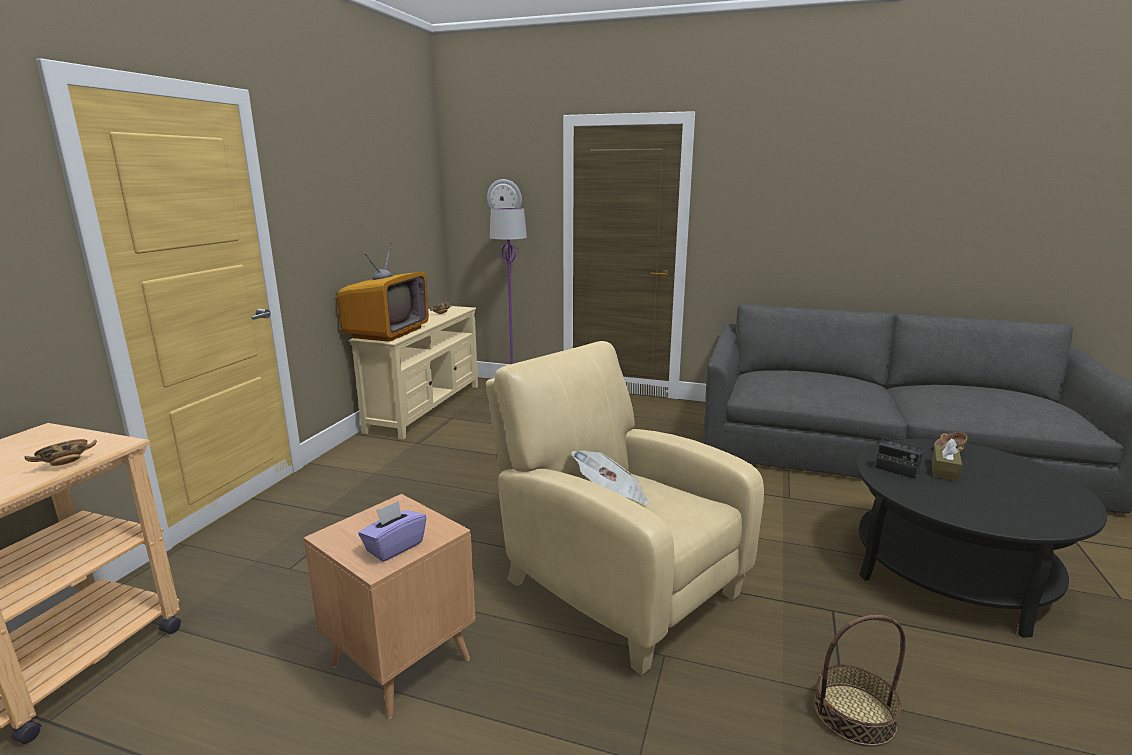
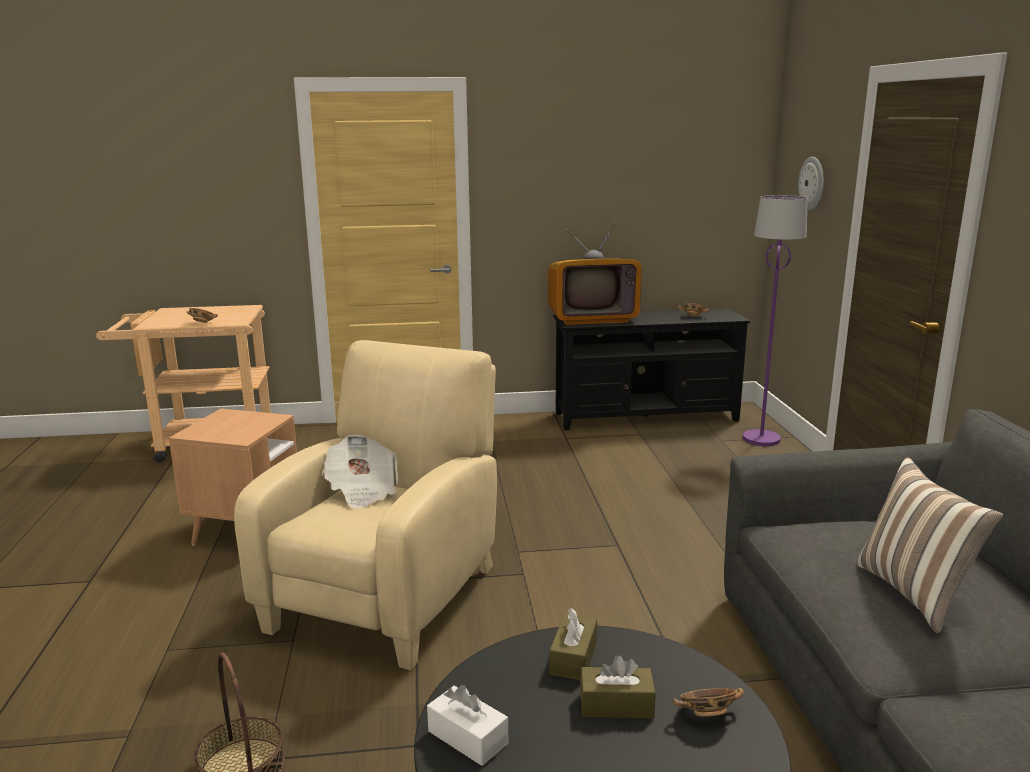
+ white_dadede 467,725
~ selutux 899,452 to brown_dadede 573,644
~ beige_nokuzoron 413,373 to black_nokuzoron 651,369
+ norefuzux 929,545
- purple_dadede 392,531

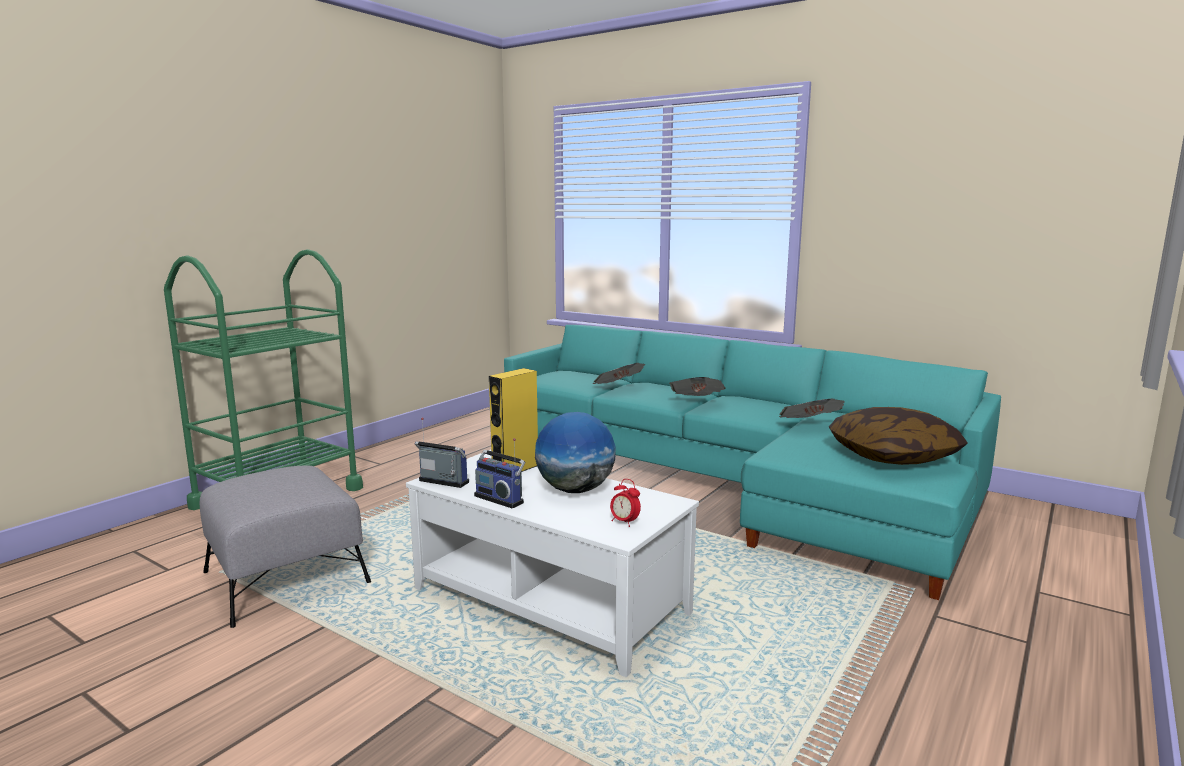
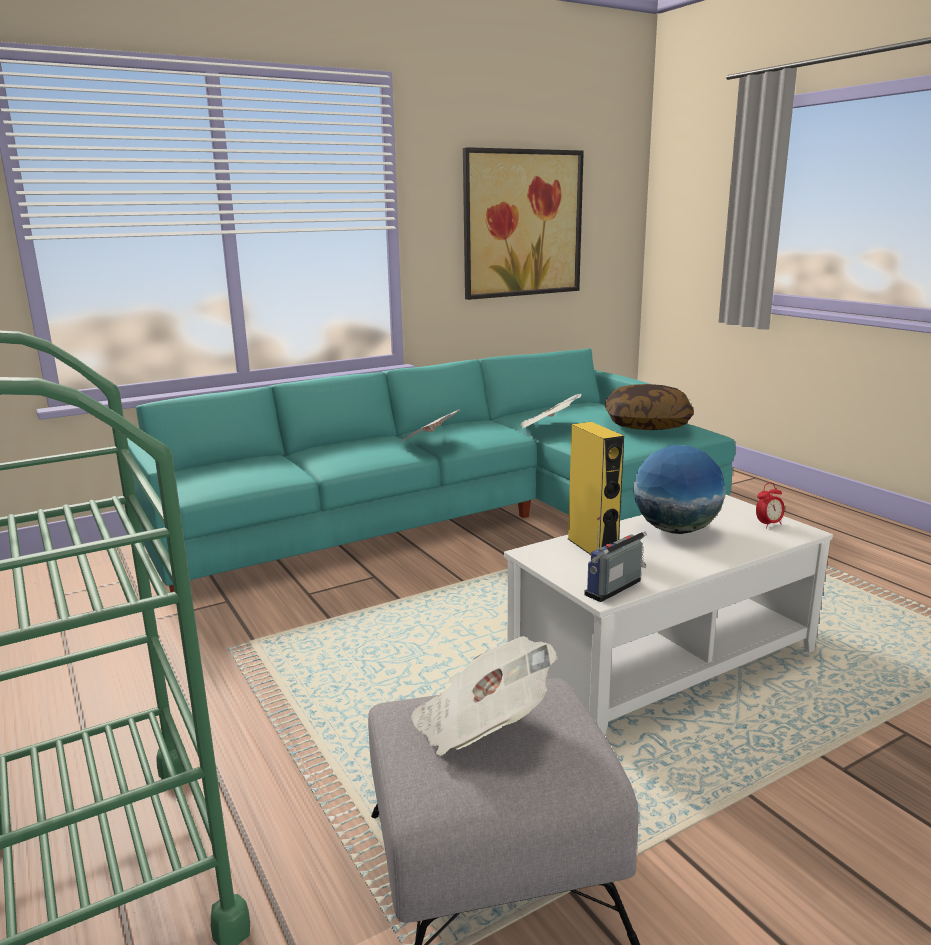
~ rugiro 618,373 to 484,696
+ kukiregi 523,223
- selutux 499,473

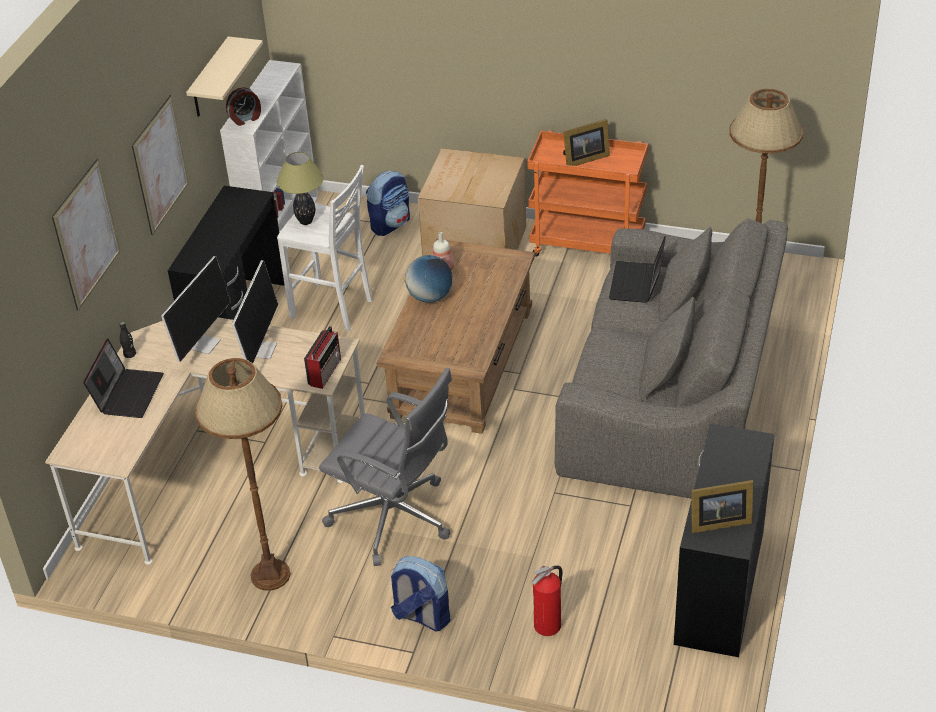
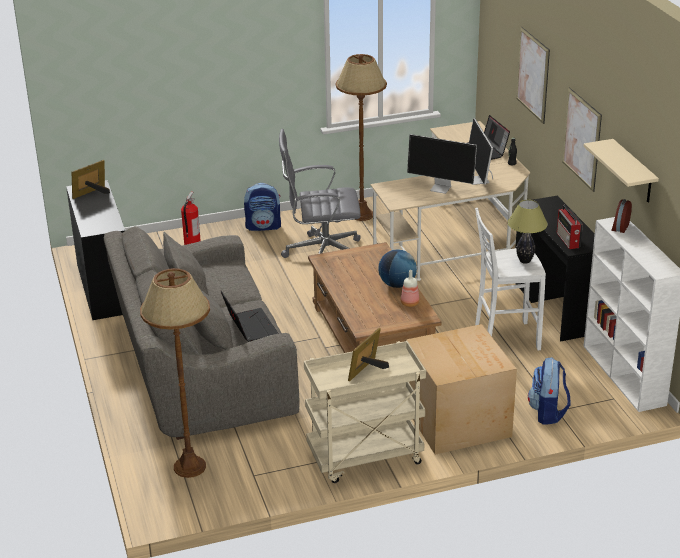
~ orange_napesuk 587,193 to beige_napesuk 365,412
~ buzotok 255,311 = 442,164 45 degrees counterclockwise
~ selutux 322,357 to 570,227

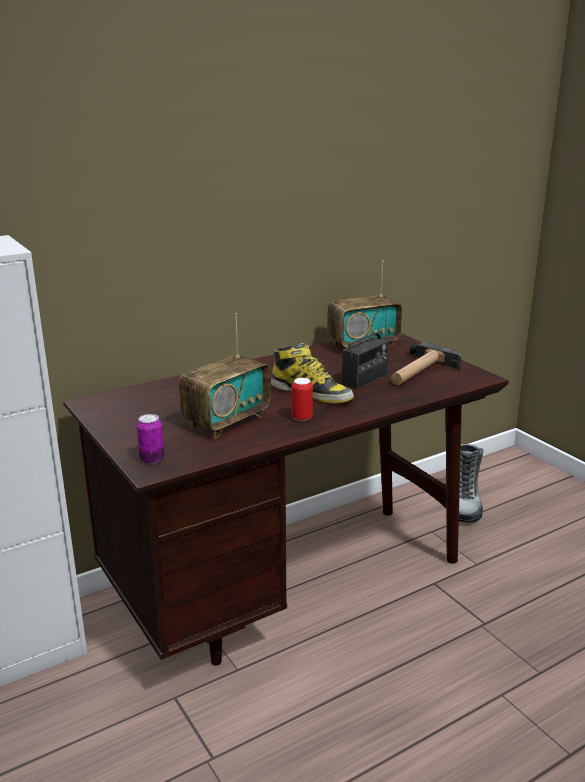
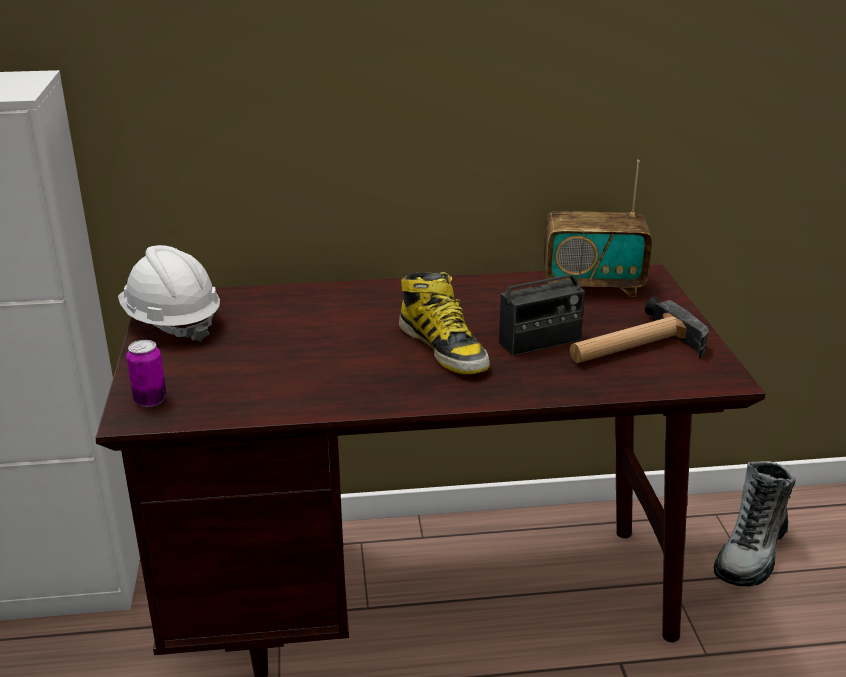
+ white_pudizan 169,293
- selutux 225,376
- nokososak 302,399

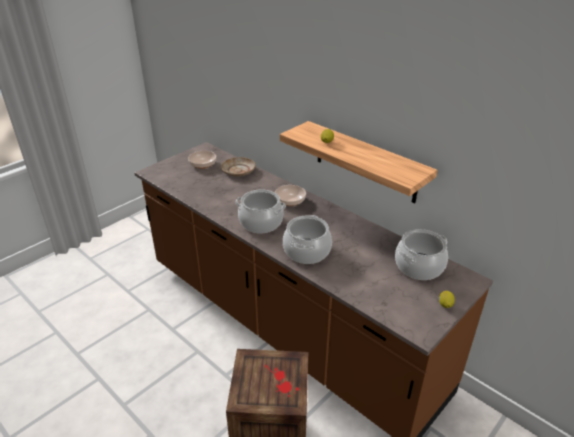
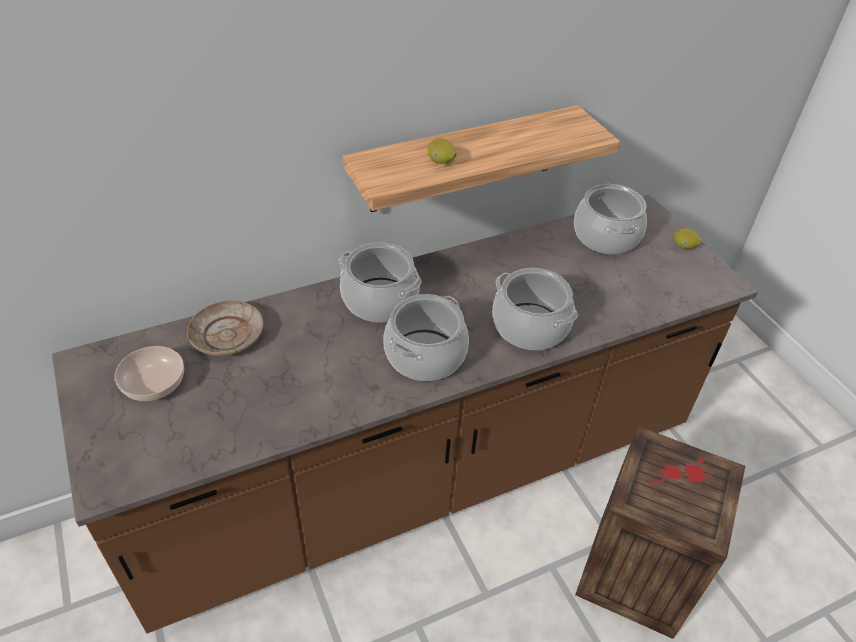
~ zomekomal 290,195 to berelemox 380,282

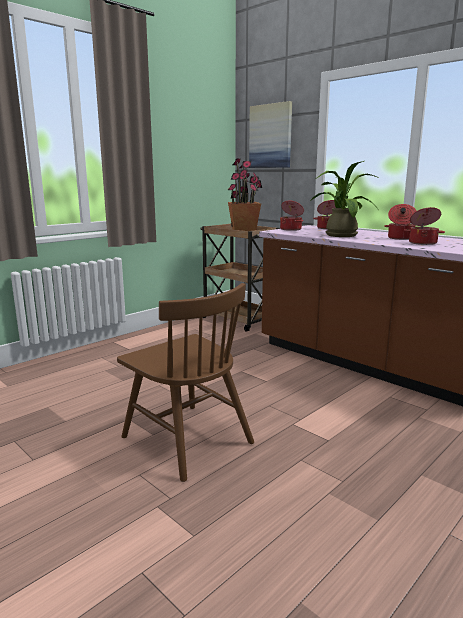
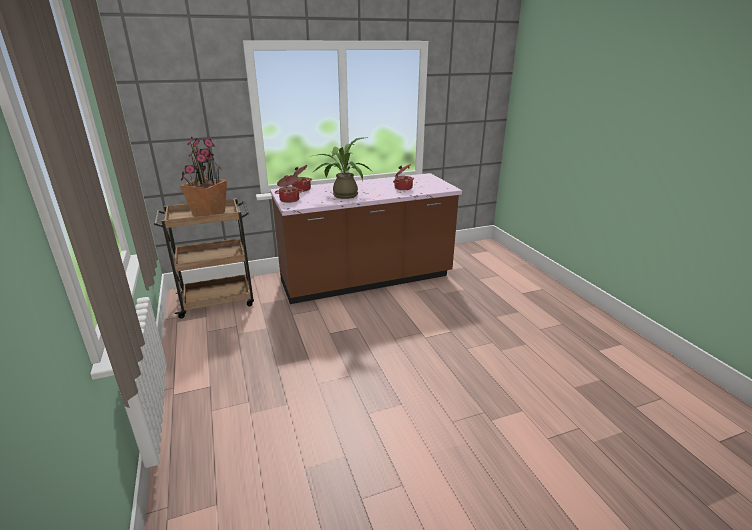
- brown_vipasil 185,382
- kukiregi 270,134
- berelemox 400,222

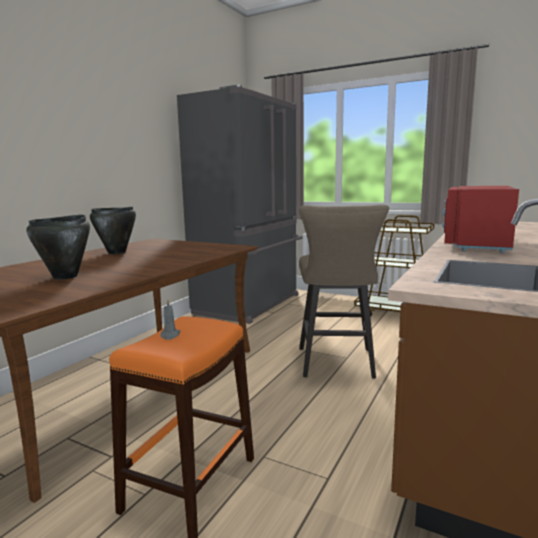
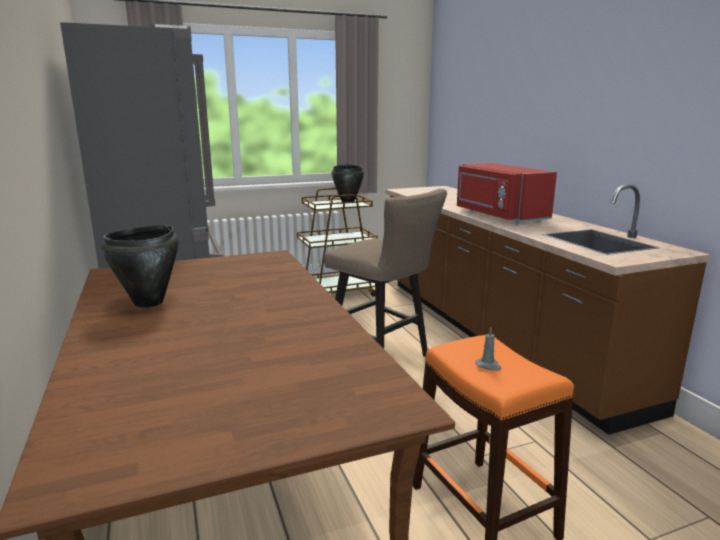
~ black_berelemox 58,247 to 348,183

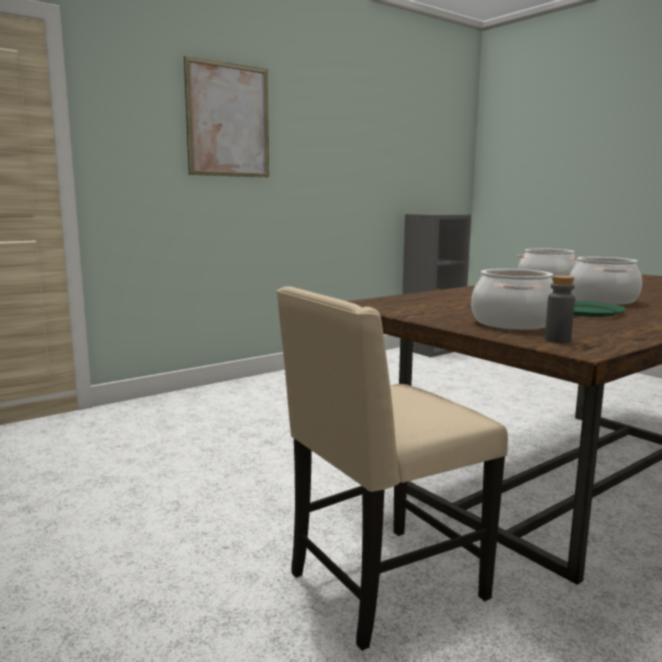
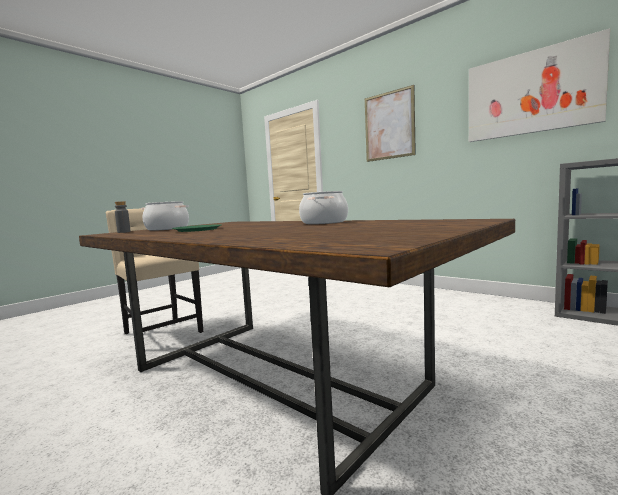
+ kukiregi 539,85
- berelemox 606,281

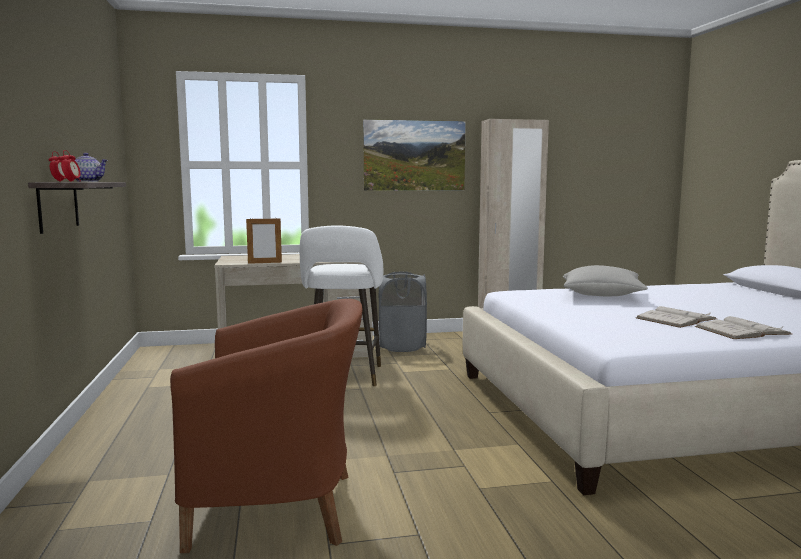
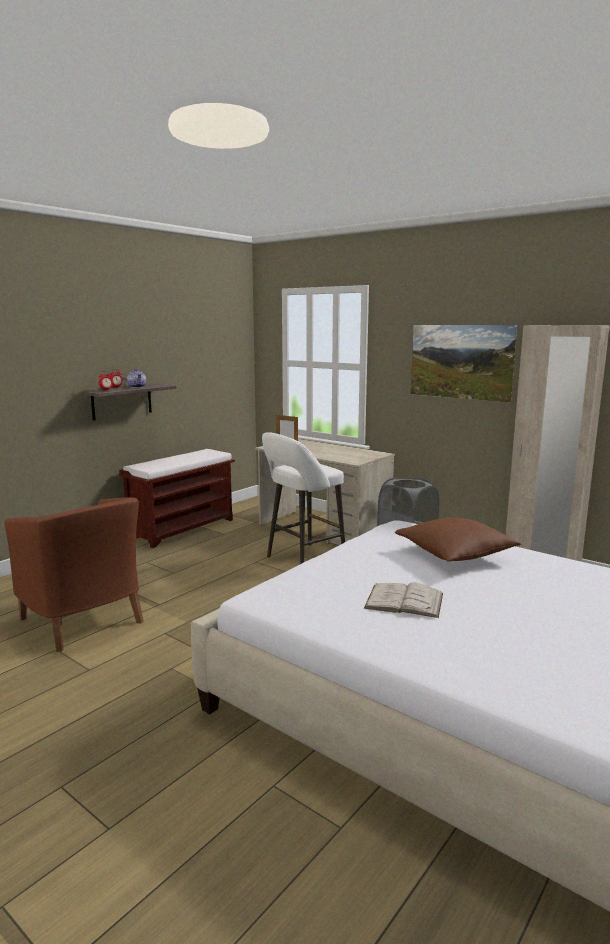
+ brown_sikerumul 177,498
~ grey_norefuzux 605,280 to brown_norefuzux 458,539
- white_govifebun 744,327

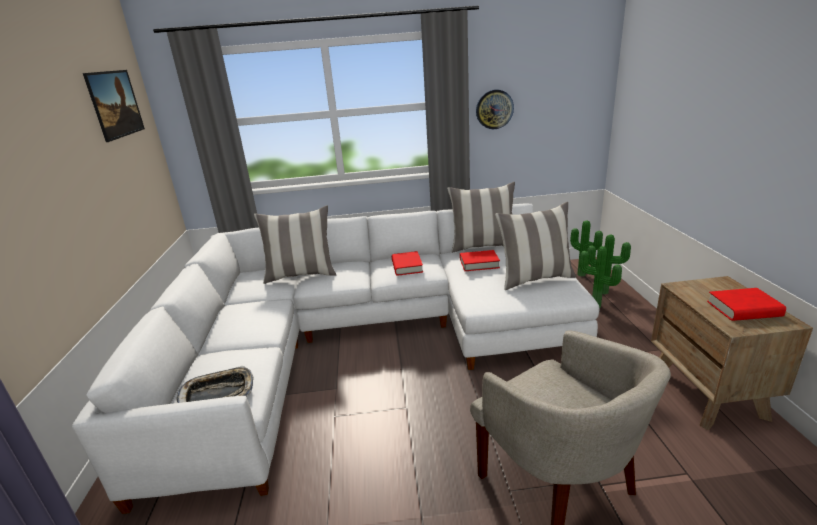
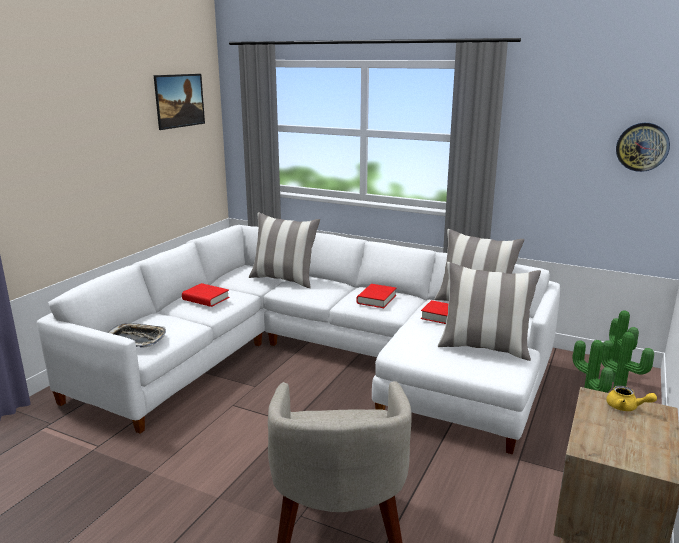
~ red_govifebun 746,304 to 206,295
+ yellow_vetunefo 631,398
~ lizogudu 495,109 to 643,147

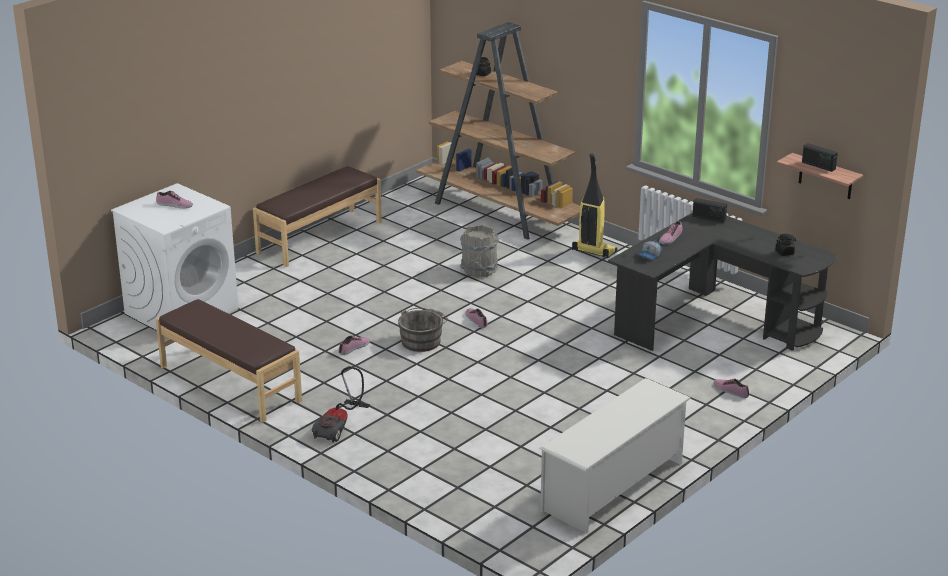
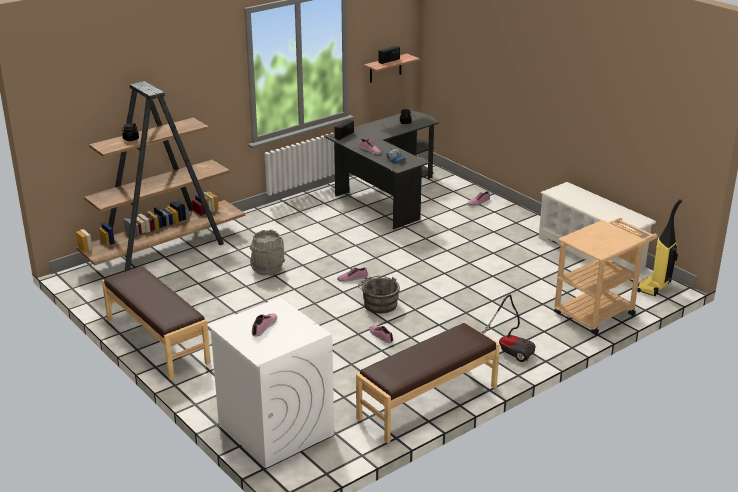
+ beige_napesuk 606,276
~ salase 594,205 to 659,247

